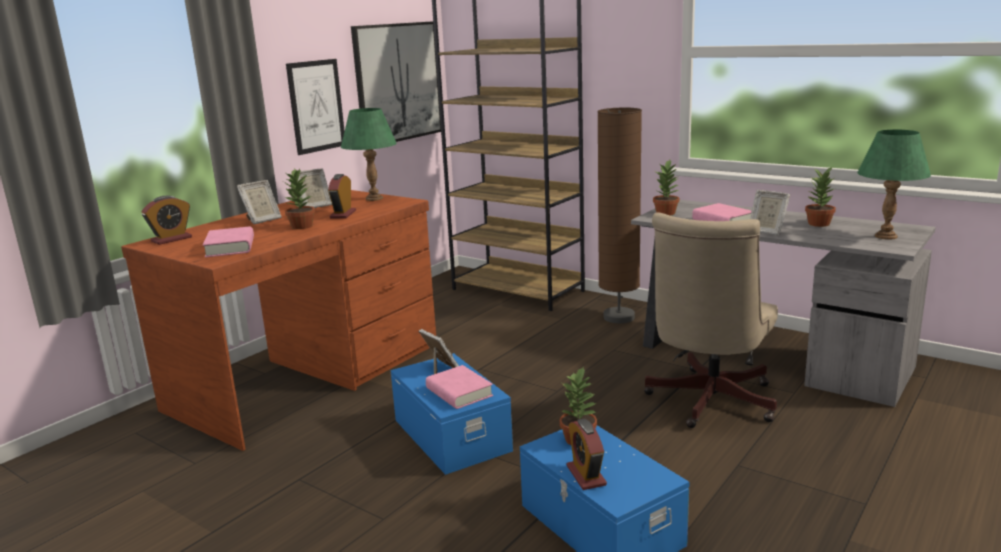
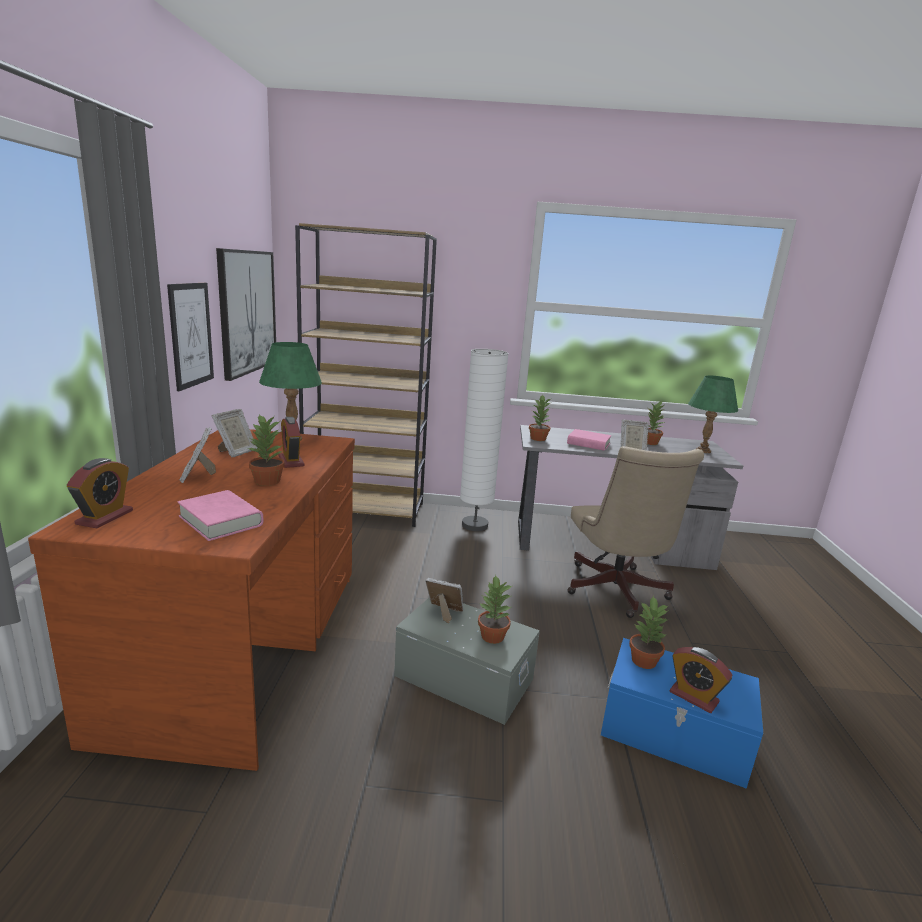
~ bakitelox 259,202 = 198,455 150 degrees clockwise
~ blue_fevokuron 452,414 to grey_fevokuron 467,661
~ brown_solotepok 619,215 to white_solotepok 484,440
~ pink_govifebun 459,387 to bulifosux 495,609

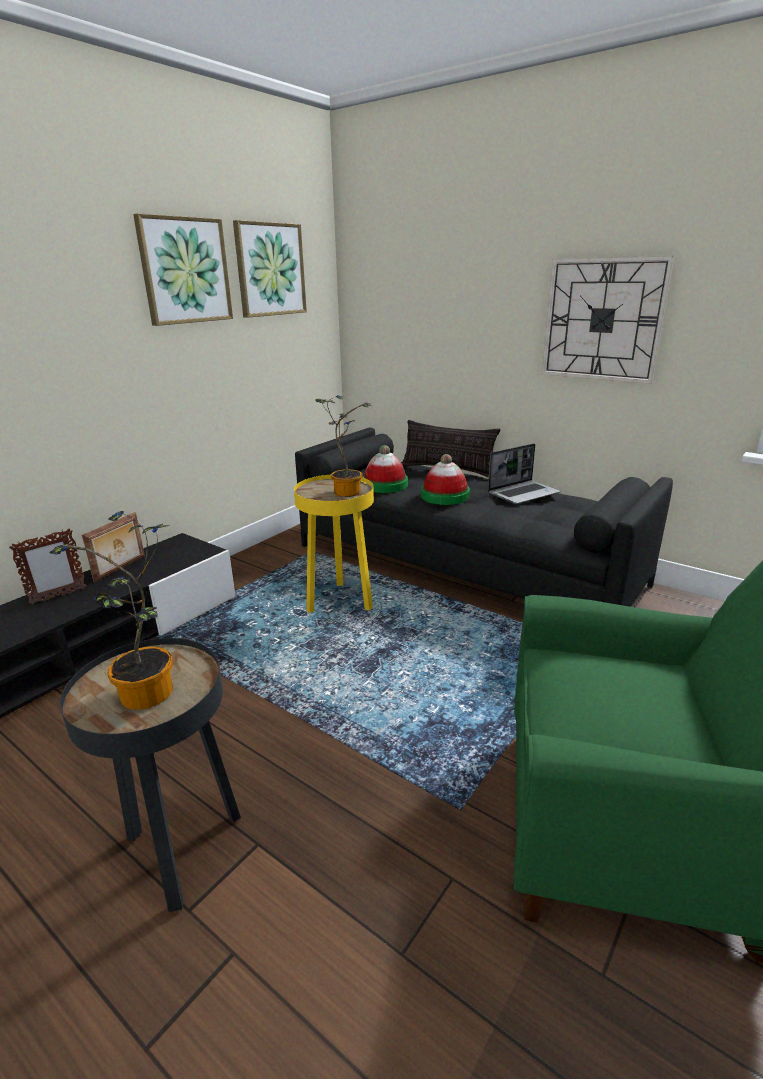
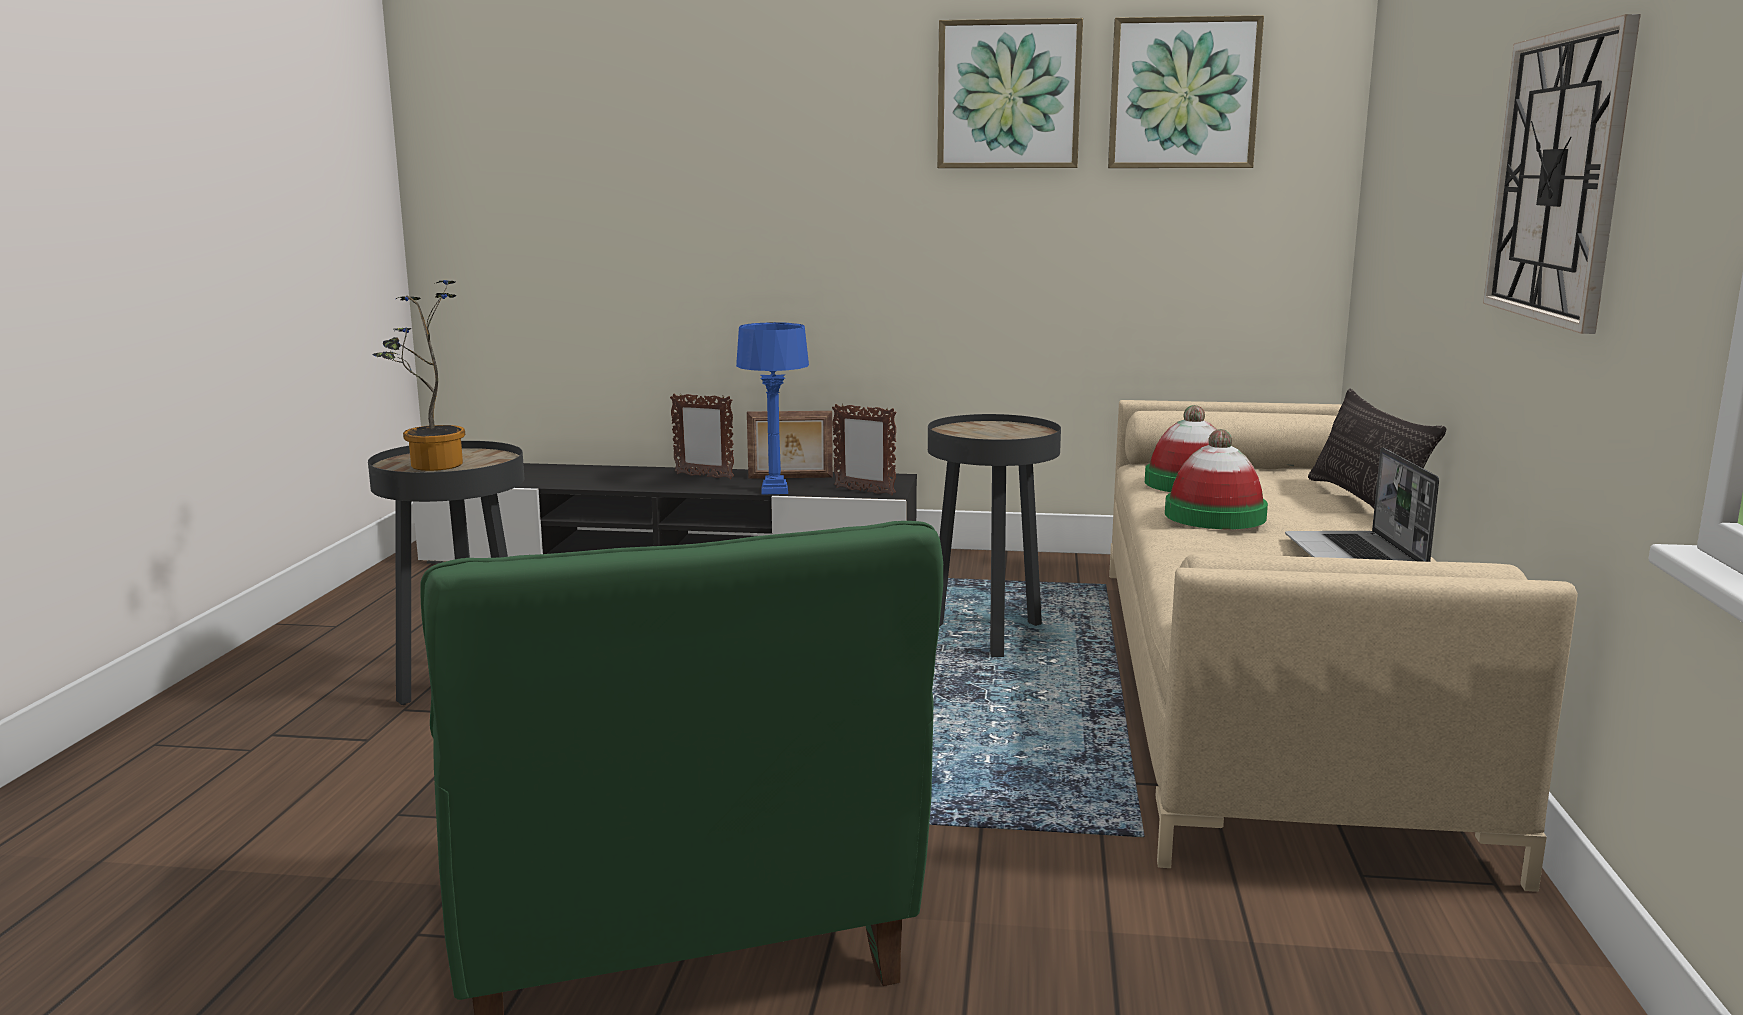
+ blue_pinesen 772,408
+ bakitelox 864,450
~ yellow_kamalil 334,544 to black_kamalil 994,535
~ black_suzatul 484,517 to beige_suzatul 1343,646
~ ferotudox 524,474 = 1362,505 60 degrees clockwise
- bulifosux 343,446

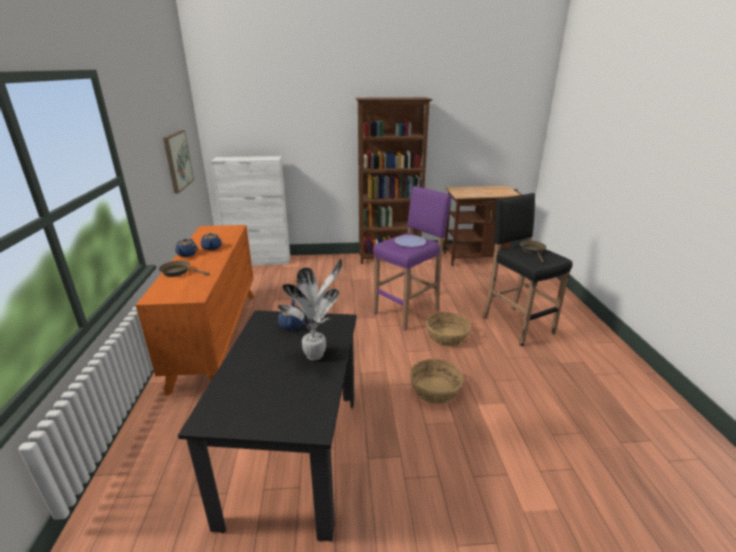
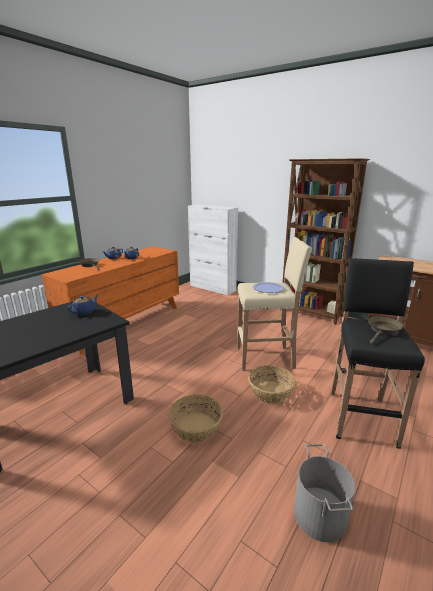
~ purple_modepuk 412,258 to beige_modepuk 274,304
+ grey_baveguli 324,493
- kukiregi 178,162
- bulifosux 310,309

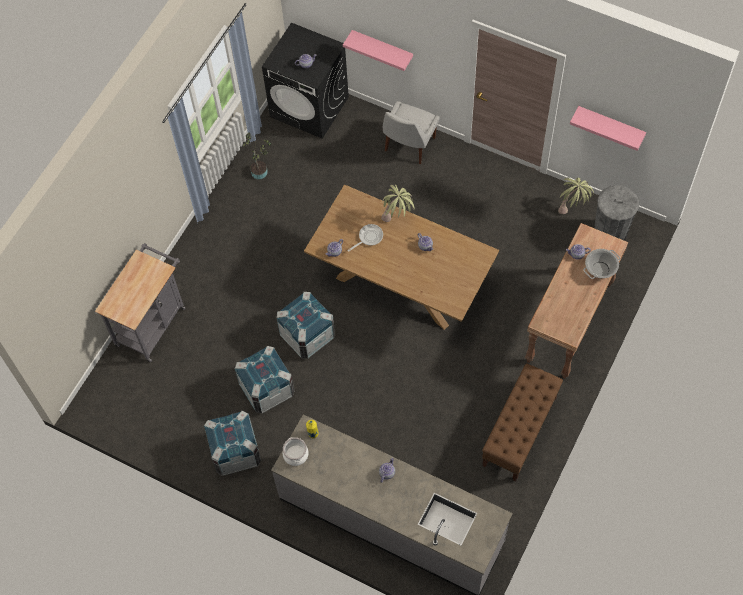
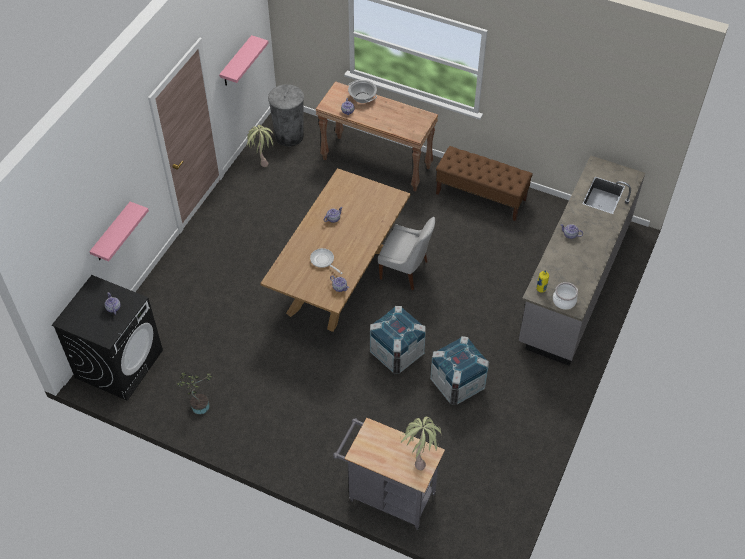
~ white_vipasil 411,132 to 406,253
~ bulifosux 398,203 to 421,443
- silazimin 232,443

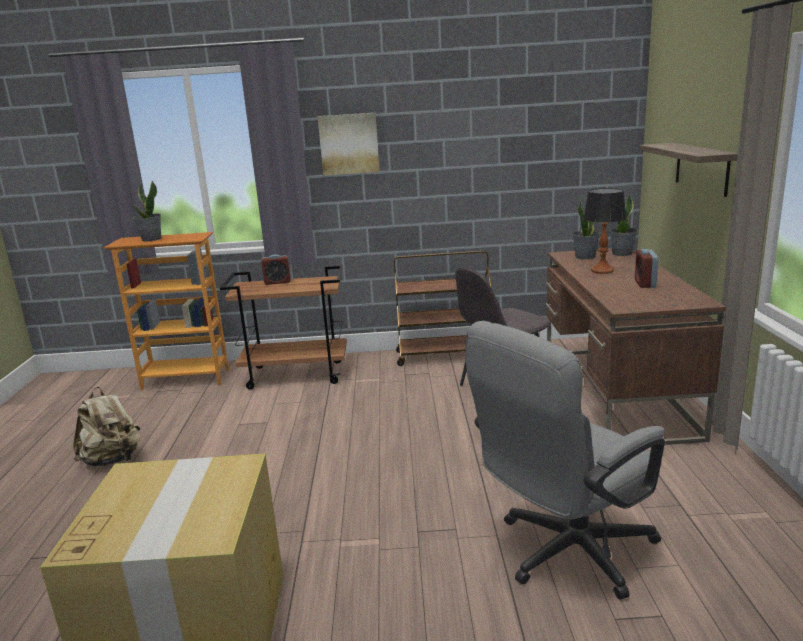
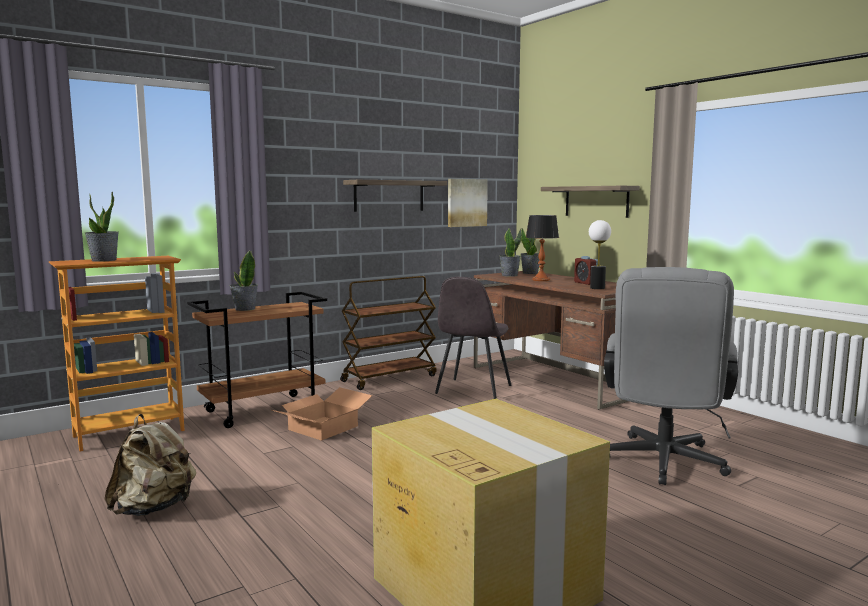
~ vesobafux 275,270 to bulifosux 244,280
+ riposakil 322,414
+ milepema 395,196
~ kukiregi 348,144 to 468,203
+ pinesen 600,254

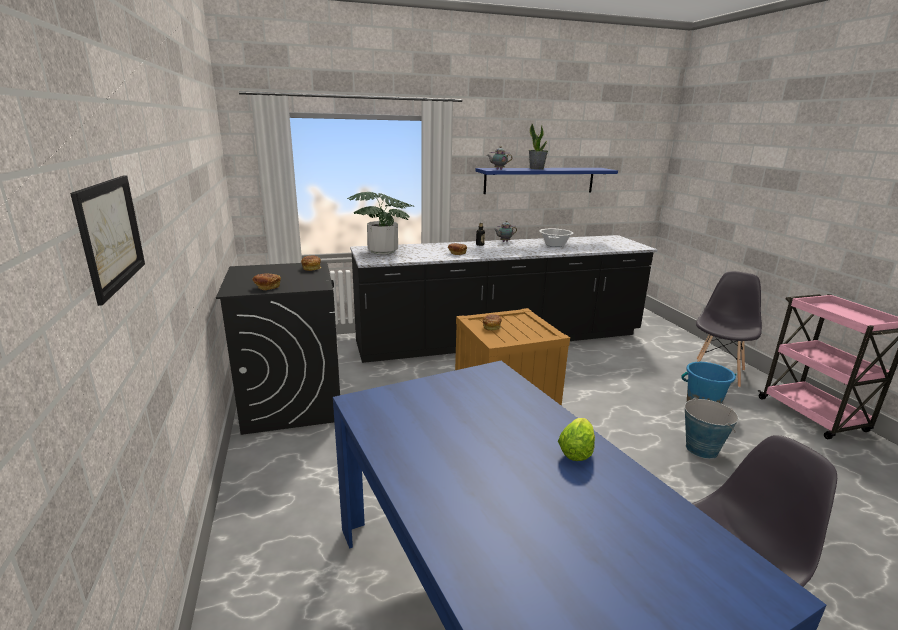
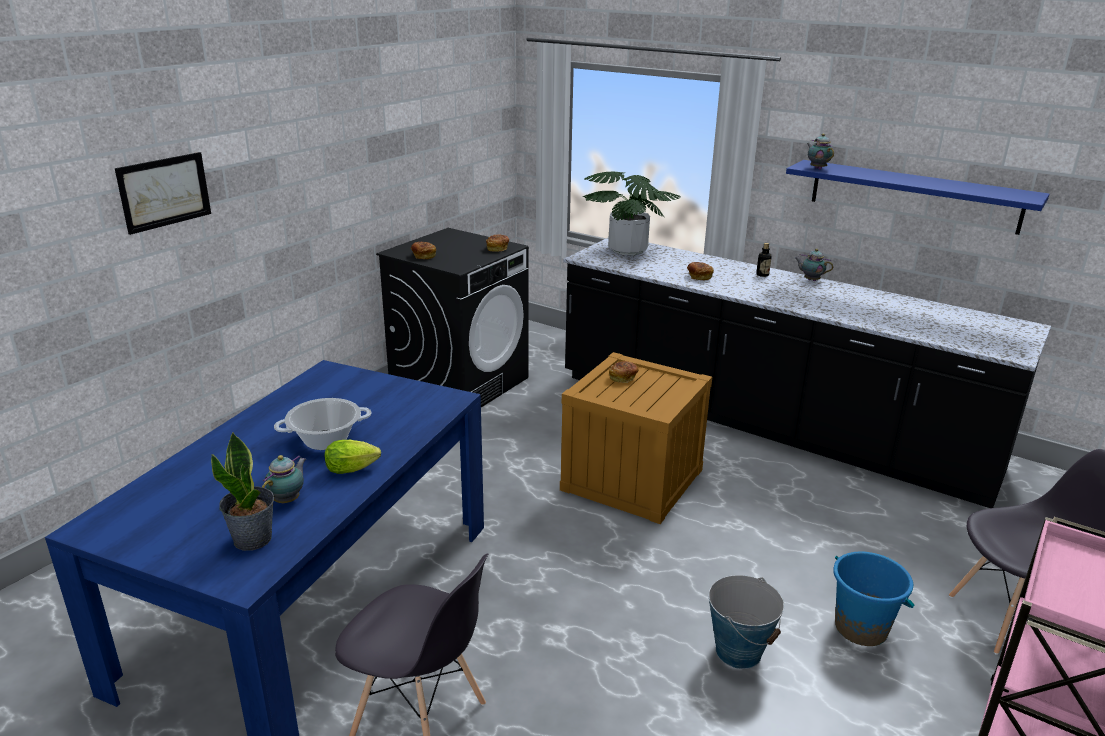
~ bulifosux 538,146 to 242,491
+ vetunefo 284,479
~ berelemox 556,238 to 323,424

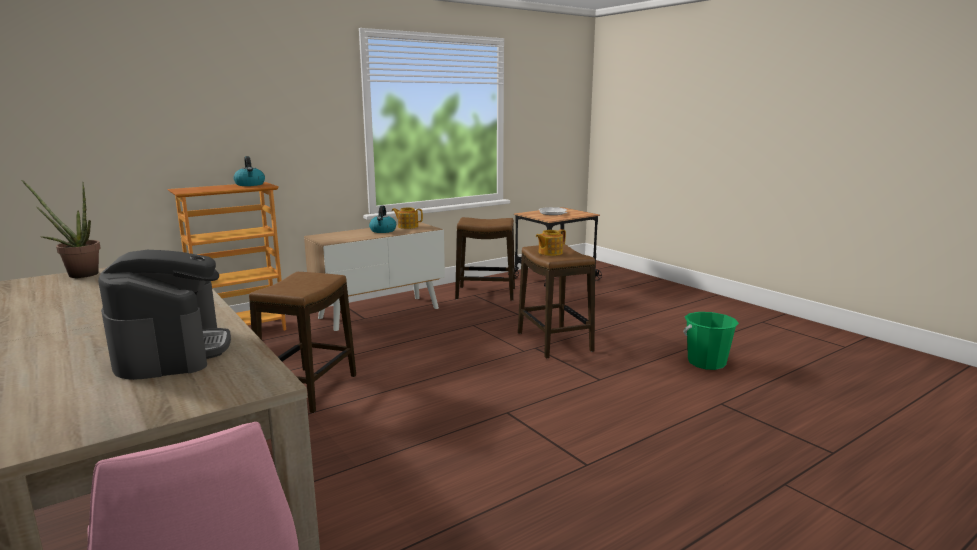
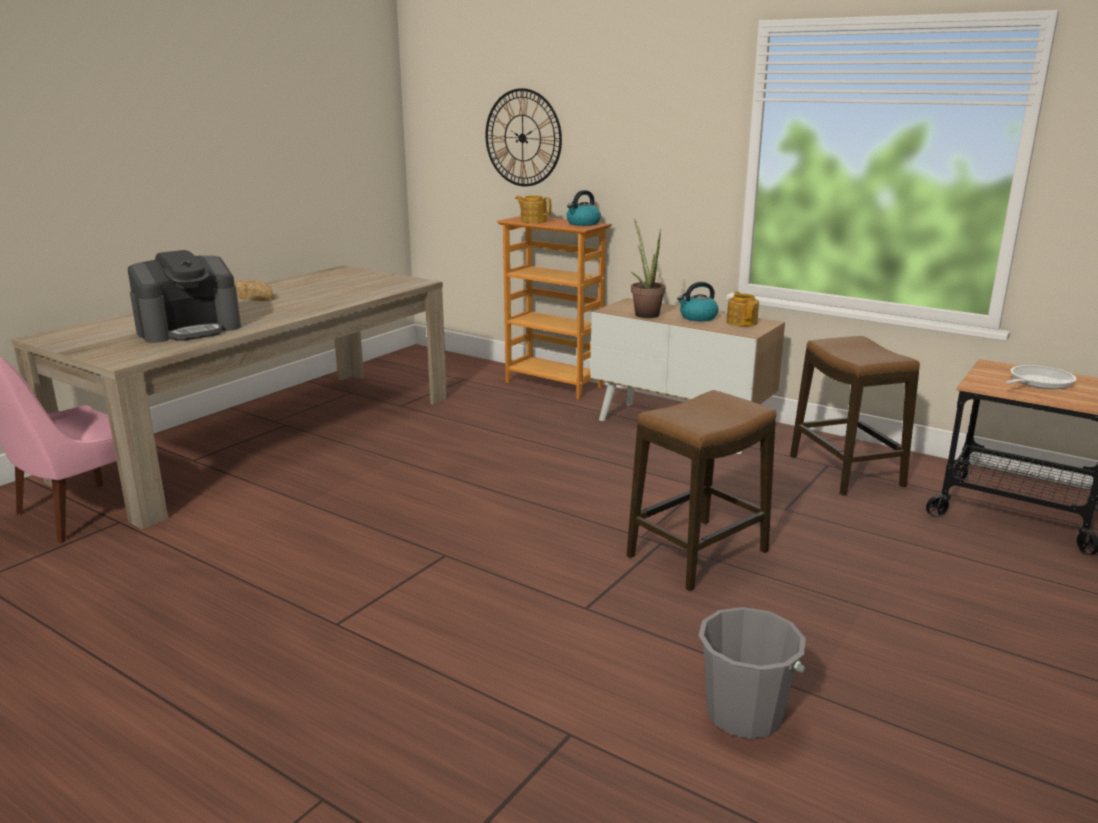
+ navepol 254,290
+ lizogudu 523,137
~ vetunefo 551,242 to 533,209
~ bulifosux 61,229 to 648,268
~ green_baveguli 711,341 to grey_baveguli 752,673
- modepuk 302,342

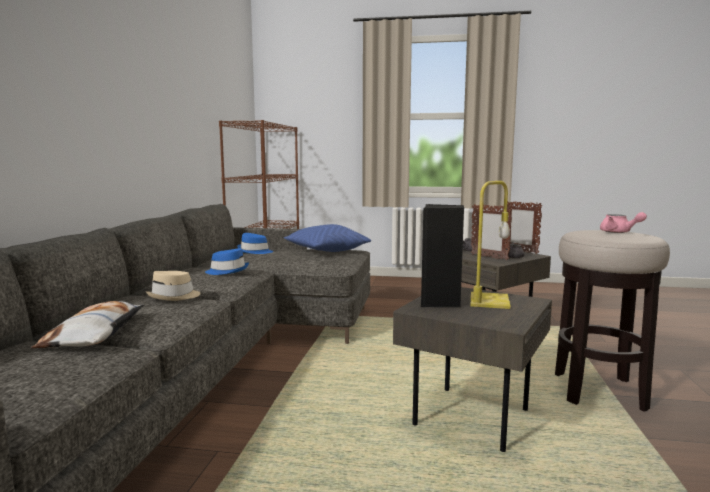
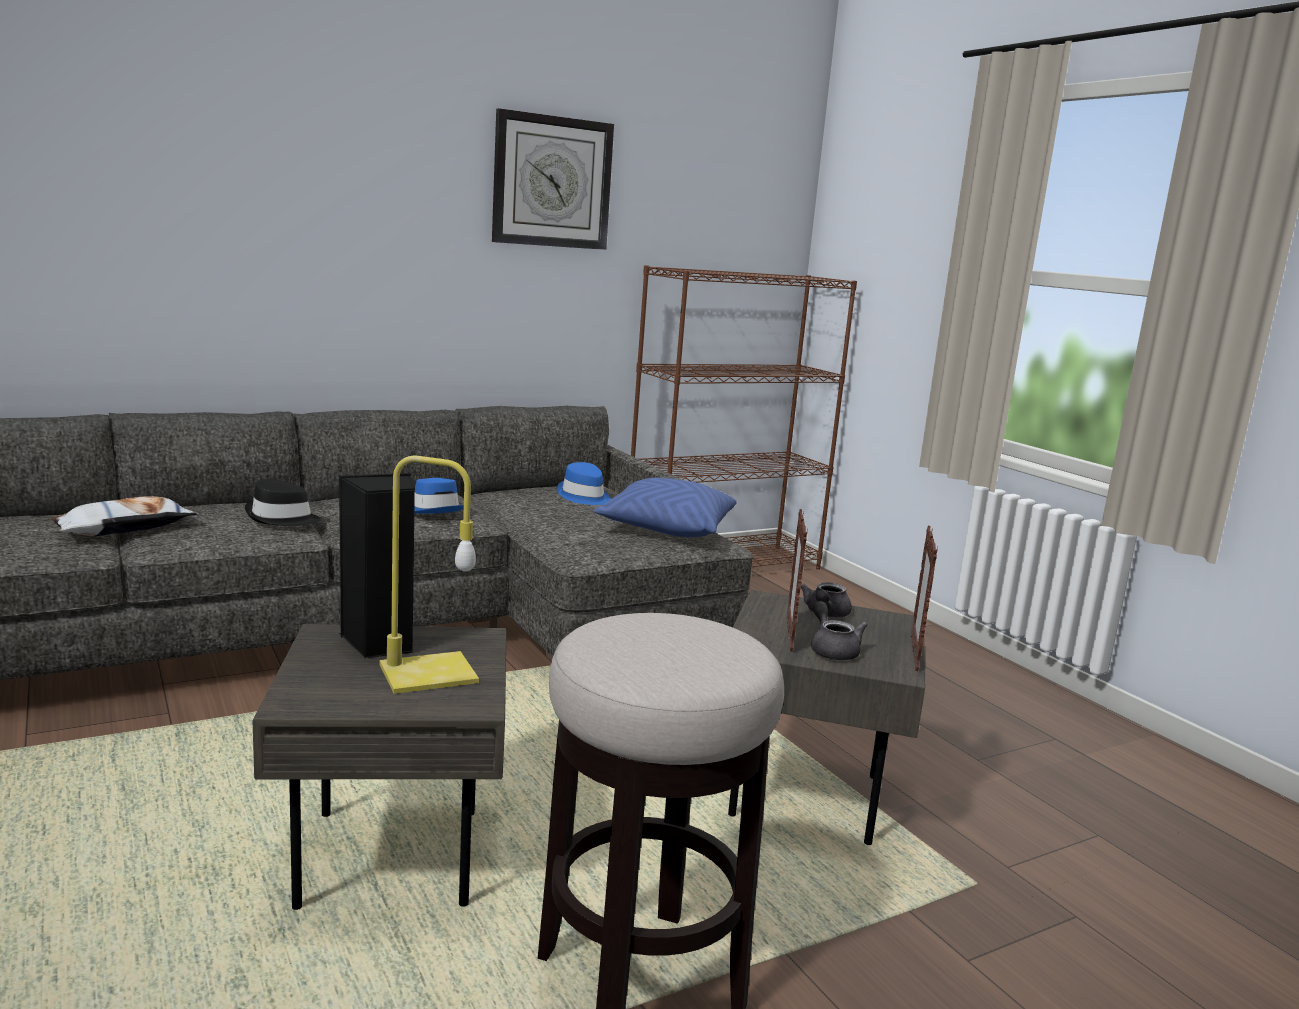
~ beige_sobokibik 173,286 to black_sobokibik 282,502
+ lizogudu 553,179
- pink_vetunefo 623,222

